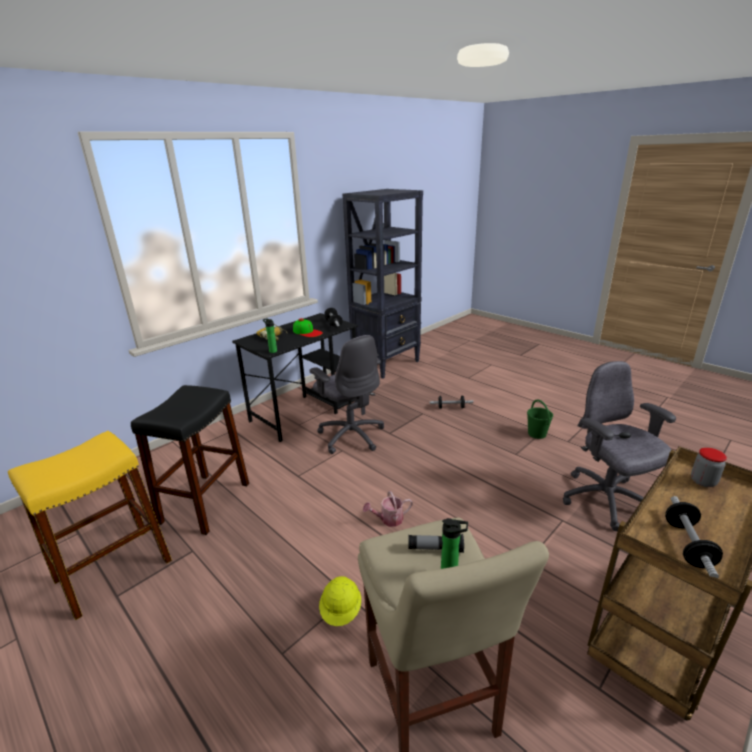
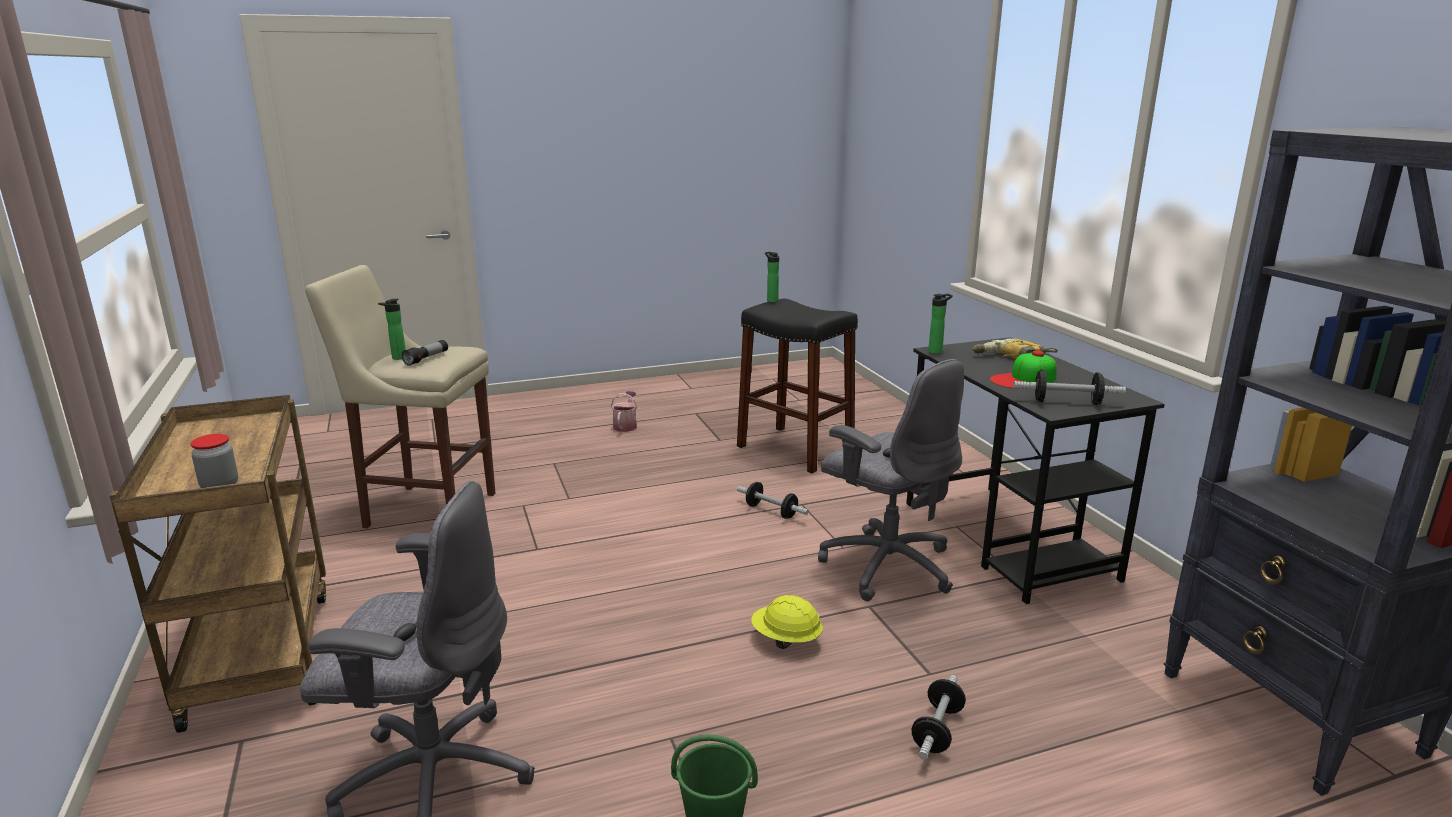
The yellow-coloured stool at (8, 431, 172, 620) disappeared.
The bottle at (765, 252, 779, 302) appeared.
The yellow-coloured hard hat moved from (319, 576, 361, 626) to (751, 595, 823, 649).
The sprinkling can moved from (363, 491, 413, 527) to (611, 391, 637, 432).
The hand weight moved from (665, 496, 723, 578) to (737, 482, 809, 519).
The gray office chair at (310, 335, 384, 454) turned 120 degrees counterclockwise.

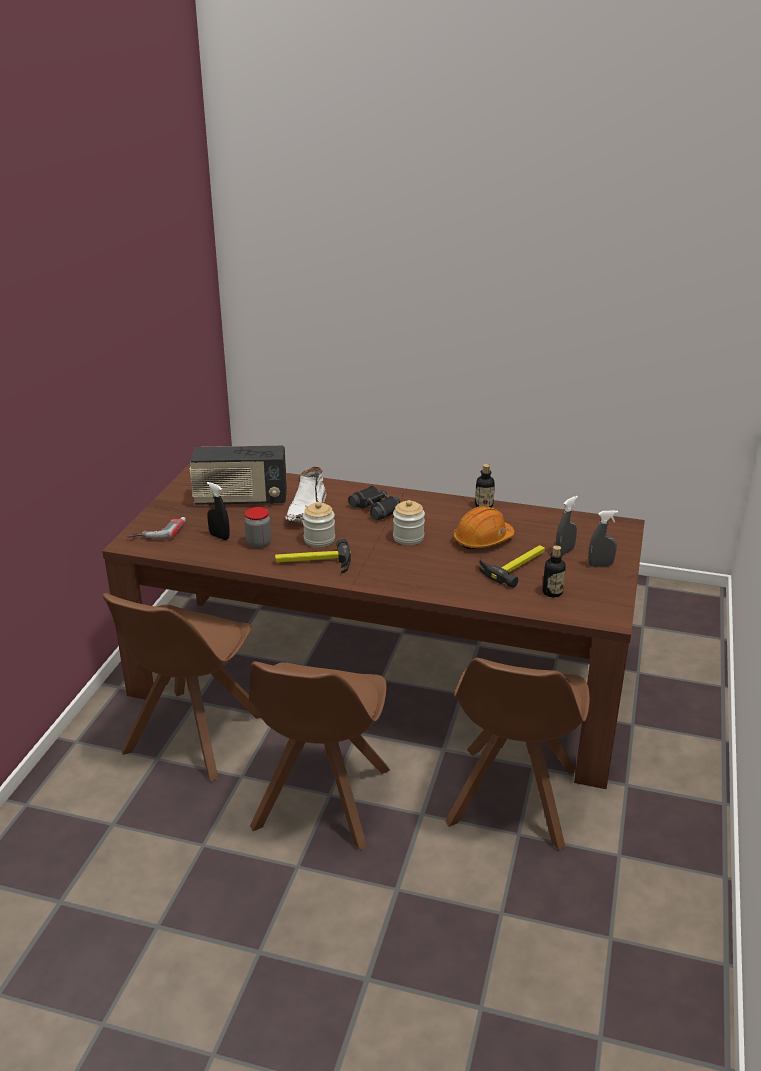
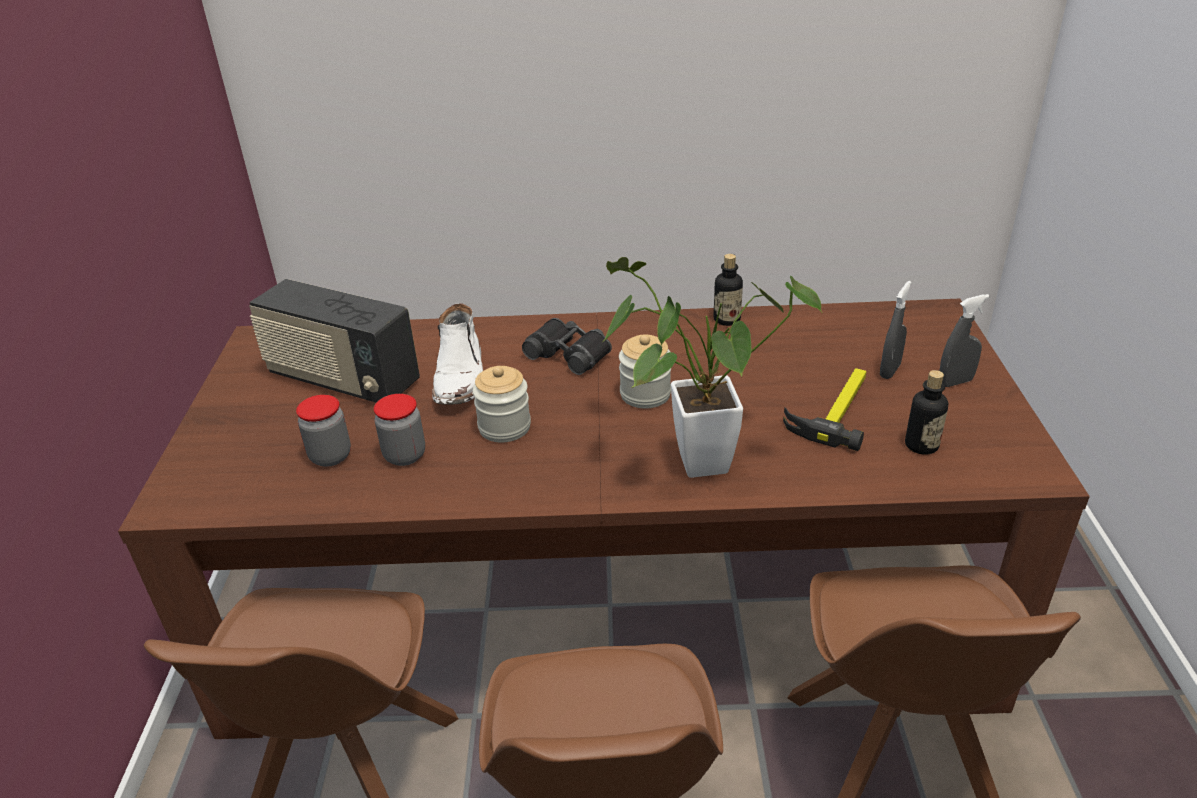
The power drill at (127, 517, 186, 540) disappeared.
The hand hammer at (275, 539, 351, 574) disappeared.
The orange-coloured hard hat at (453, 506, 515, 550) disappeared.
The plant in a pot at (603, 257, 822, 478) appeared.
The black-coloured hand sprayer at (207, 482, 230, 540) was replaced by the storage jar at (296, 395, 351, 467).
The radio at (190, 446, 287, 506) turned 45 degrees clockwise.

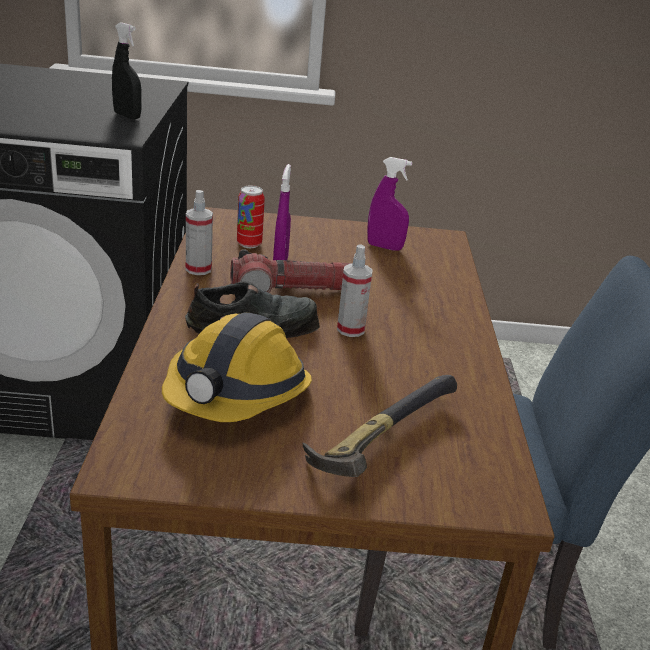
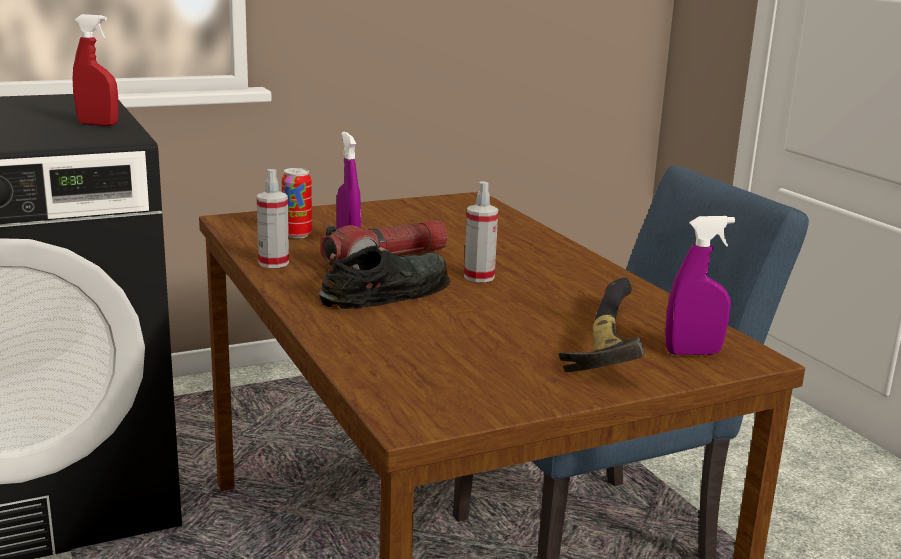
The hard hat at (162, 313, 312, 422) disappeared.
The purple hand sprayer moved from (367, 157, 412, 251) to (665, 216, 735, 355).
The black-coloured hand sprayer at (112, 22, 141, 119) became the reddish hand sprayer at (73, 14, 118, 126).

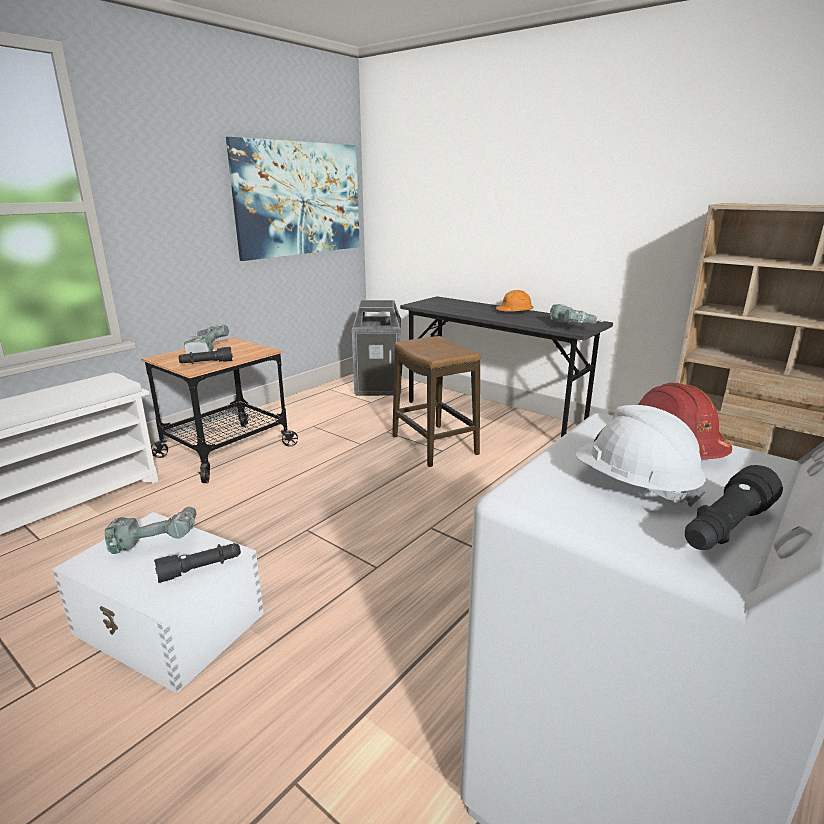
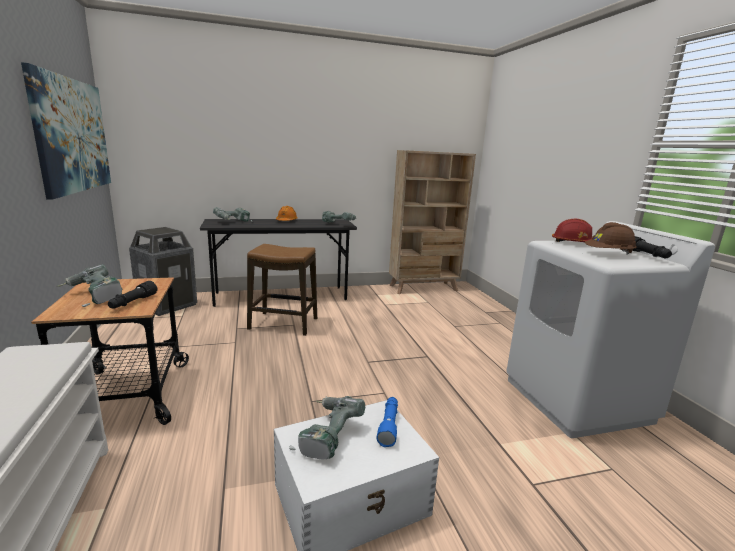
The power drill at (213, 207, 253, 222) appeared.
The black-coloured hand torch at (154, 543, 241, 583) became the bluish hand torch at (376, 397, 398, 447).
The white hard hat at (575, 405, 706, 507) became the brown hard hat at (585, 222, 636, 255).

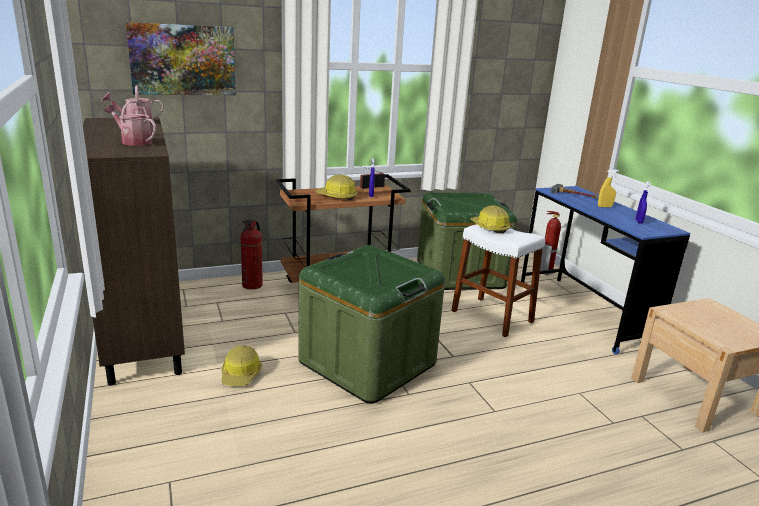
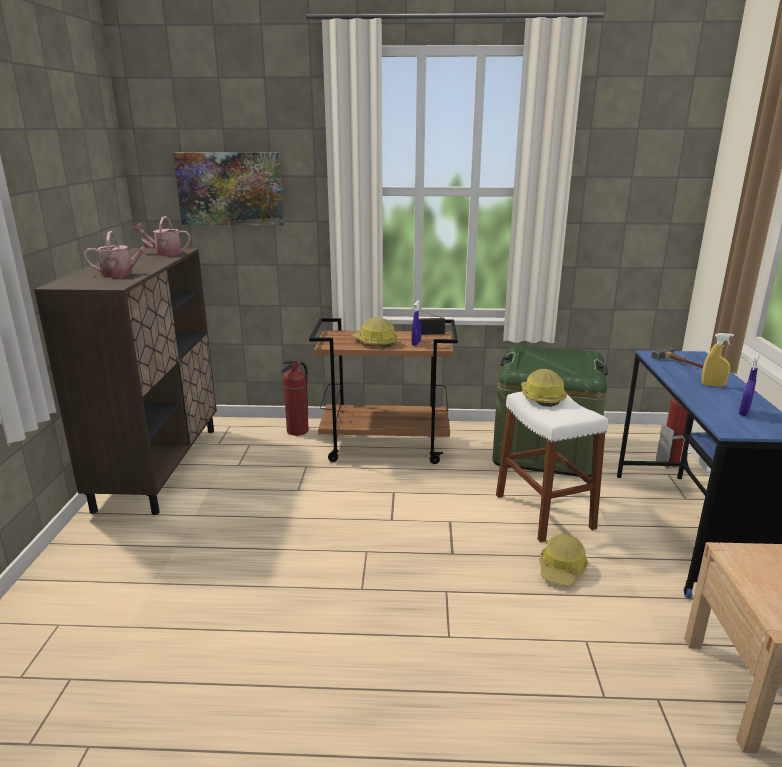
The greenish storage container at (298, 245, 445, 404) disappeared.
The hard hat moved from (221, 345, 262, 386) to (540, 534, 588, 586).
The sprinkling can at (105, 100, 156, 146) turned 120 degrees clockwise.

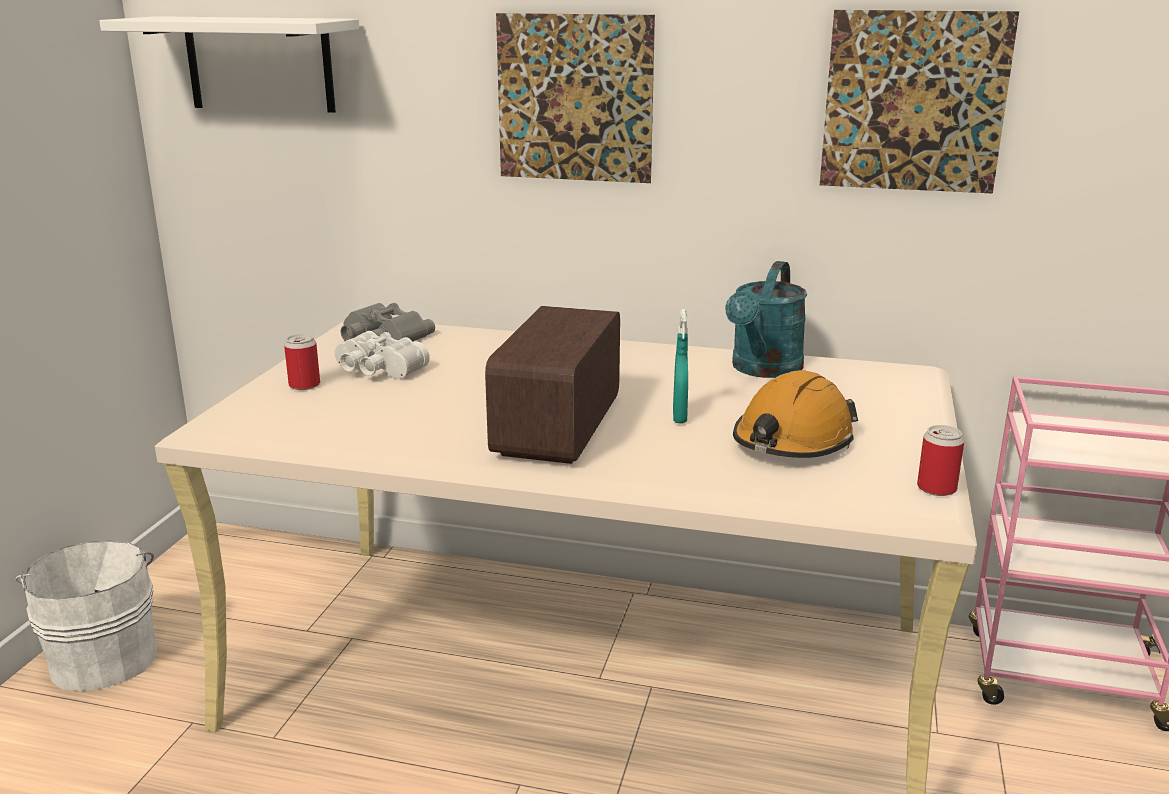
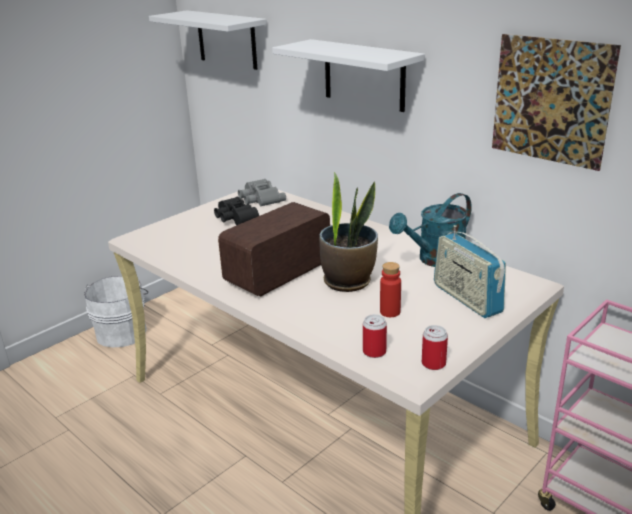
The radio at (434, 225, 506, 318) appeared.
The sealed can moved from (284, 334, 320, 390) to (363, 314, 387, 358).
The wall art at (496, 13, 655, 183) was replaced by the white wall shelf at (272, 39, 425, 112).
The turquoise hand sprayer at (673, 309, 688, 423) was replaced by the plant in a pot at (319, 172, 378, 292).
The orange-coloured hard hat at (733, 370, 858, 458) was replaced by the reddish bottle at (380, 262, 401, 317).
The white field glasses at (335, 331, 430, 379) became the black-coloured field glasses at (214, 197, 259, 225).

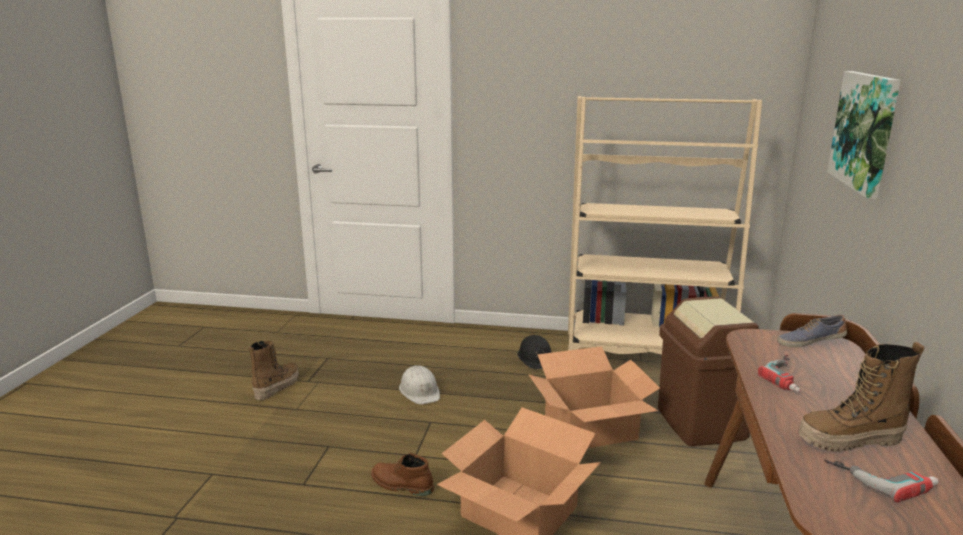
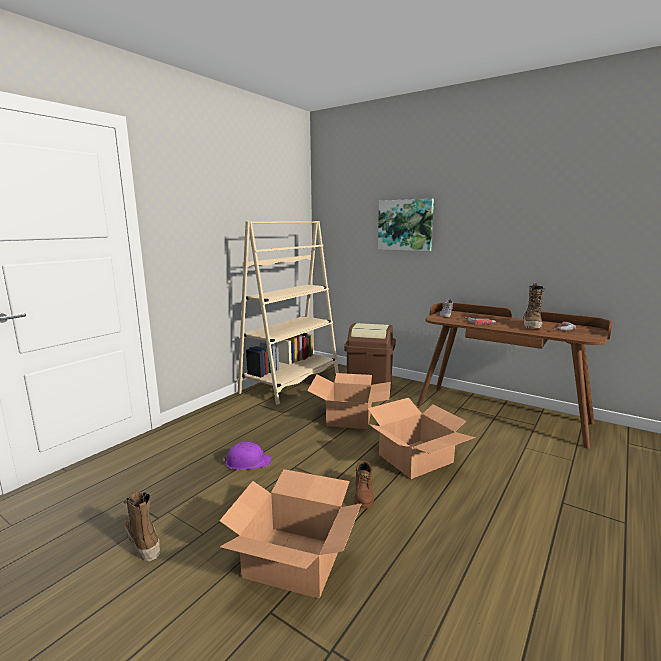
The black-coloured hard hat at (517, 335, 551, 369) disappeared.
The packing box at (220, 469, 362, 599) appeared.
The white hard hat at (399, 366, 440, 405) became the purple hard hat at (222, 442, 271, 470).
The brown tall boot at (371, 453, 434, 496) turned 45 degrees counterclockwise.

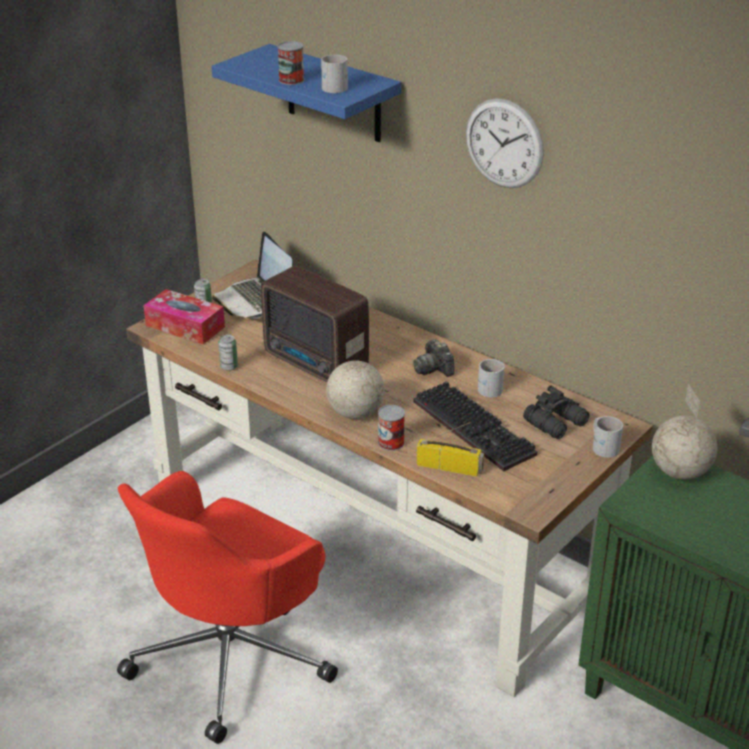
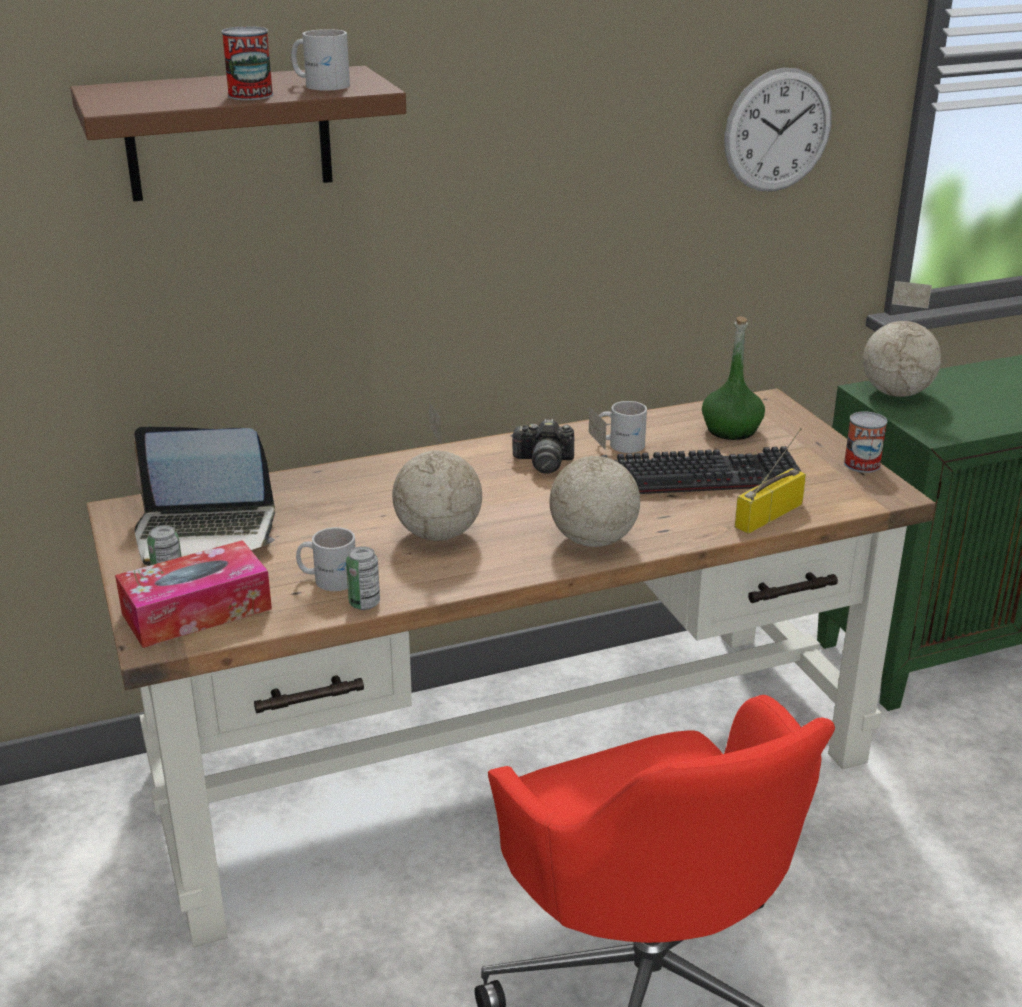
The sealed can moved from (378, 405, 405, 451) to (844, 412, 887, 473).
The wall clock moved from (466, 98, 544, 188) to (724, 68, 831, 192).
The white mug moved from (593, 416, 623, 458) to (296, 527, 355, 591).
The radio at (261, 266, 369, 382) was replaced by the world globe at (392, 402, 482, 541).
The black-coloured field glasses at (523, 385, 589, 439) was replaced by the greenish bottle at (702, 316, 765, 440).
The bluish wall shelf at (211, 44, 401, 142) became the brown wall shelf at (70, 66, 406, 202).

